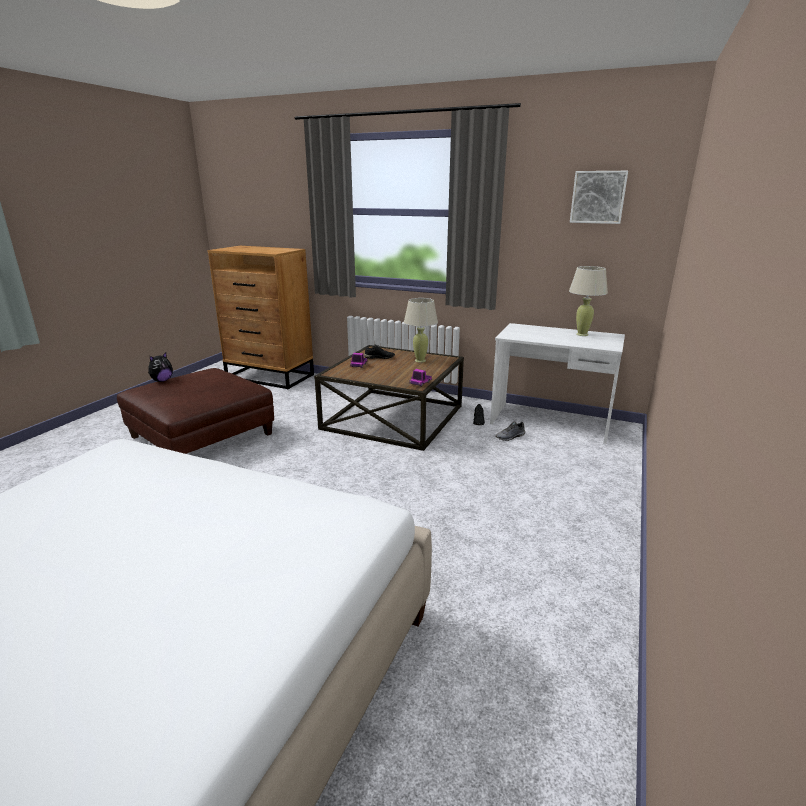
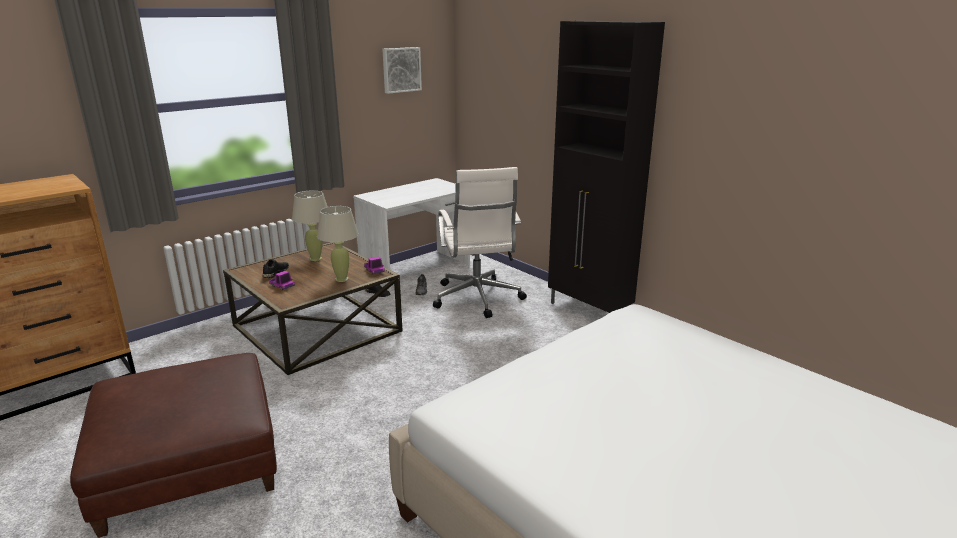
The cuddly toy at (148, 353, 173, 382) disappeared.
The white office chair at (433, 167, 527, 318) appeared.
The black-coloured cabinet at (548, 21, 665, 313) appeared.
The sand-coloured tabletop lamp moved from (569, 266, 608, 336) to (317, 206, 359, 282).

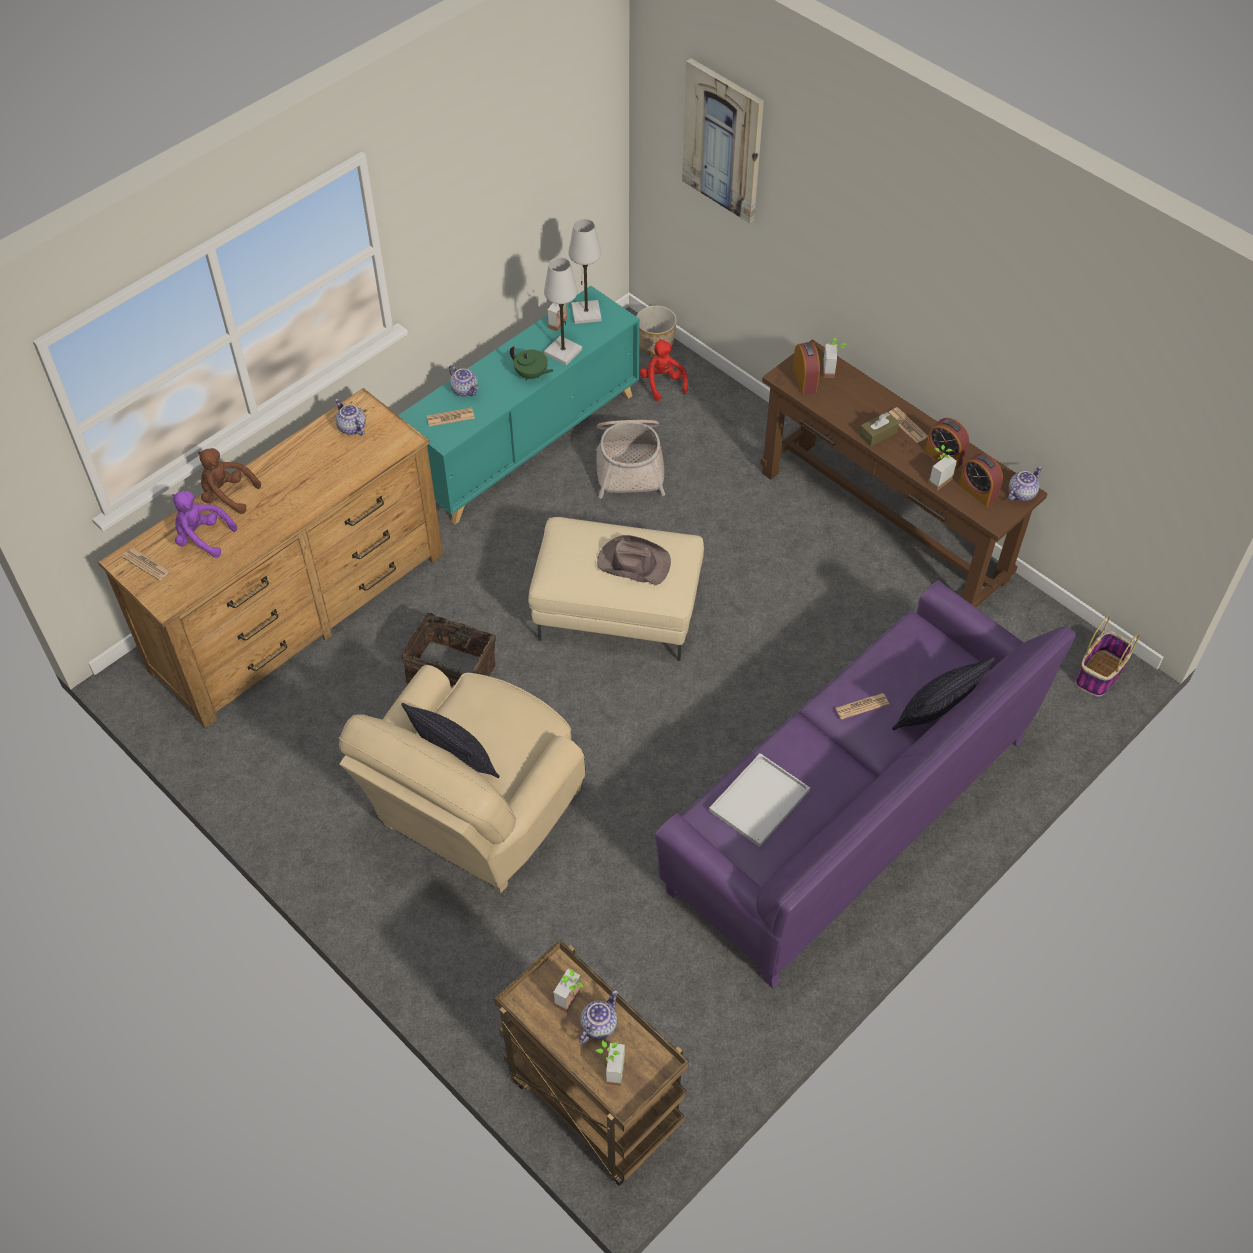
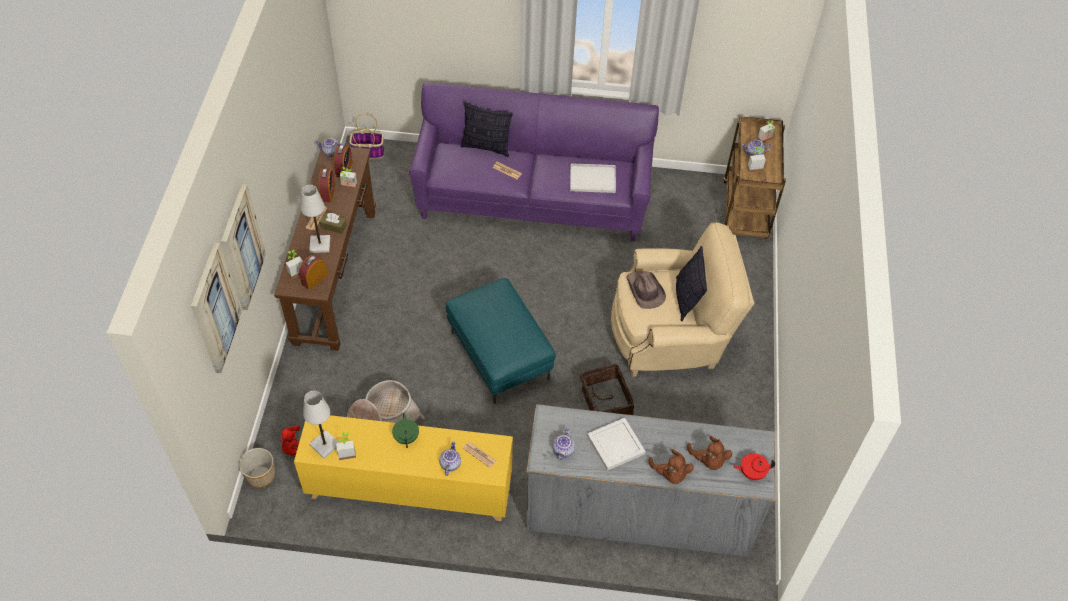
The wall art at (221, 184, 266, 310) appeared.
The white tray at (587, 418, 646, 471) appeared.
The white tabletop lamp moved from (544, 257, 582, 365) to (300, 185, 330, 253).
The brown wearable hat moved from (597, 535, 671, 585) to (626, 271, 666, 309).
The newspaper at (122, 548, 171, 581) was replaced by the reddish pot for tea at (733, 453, 775, 480).
The brown chest of drawers at (98, 388, 443, 728) became the gray chest of drawers at (526, 404, 775, 557).
The purple cuddly toy at (172, 491, 237, 558) became the brown cuddly toy at (687, 436, 732, 470).
The turquoise cabinet at (398, 286, 640, 524) became the yellow-coloured cabinet at (294, 415, 513, 521).
The sand-coloured ottoman at (528, 517, 704, 661) became the turquoise ottoman at (446, 278, 556, 404).

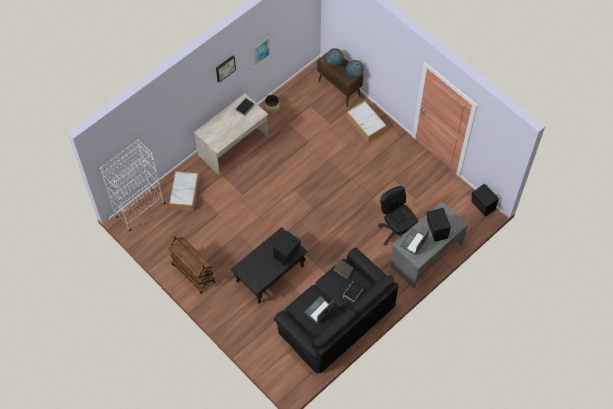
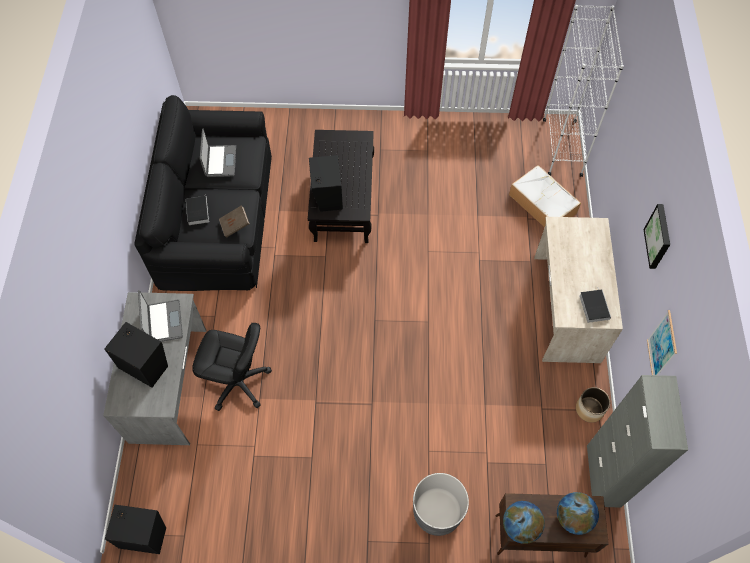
The brown trolley at (168, 236, 215, 294) disappeared.
The gray cabinet at (587, 375, 688, 508) appeared.
The storage container at (347, 101, 386, 142) was replaced by the gray flower pot at (413, 473, 469, 536).

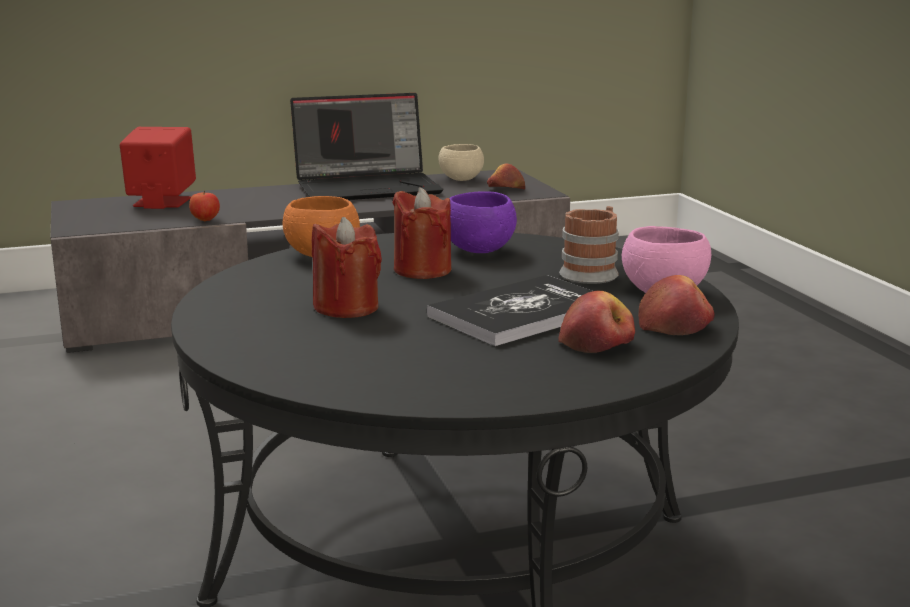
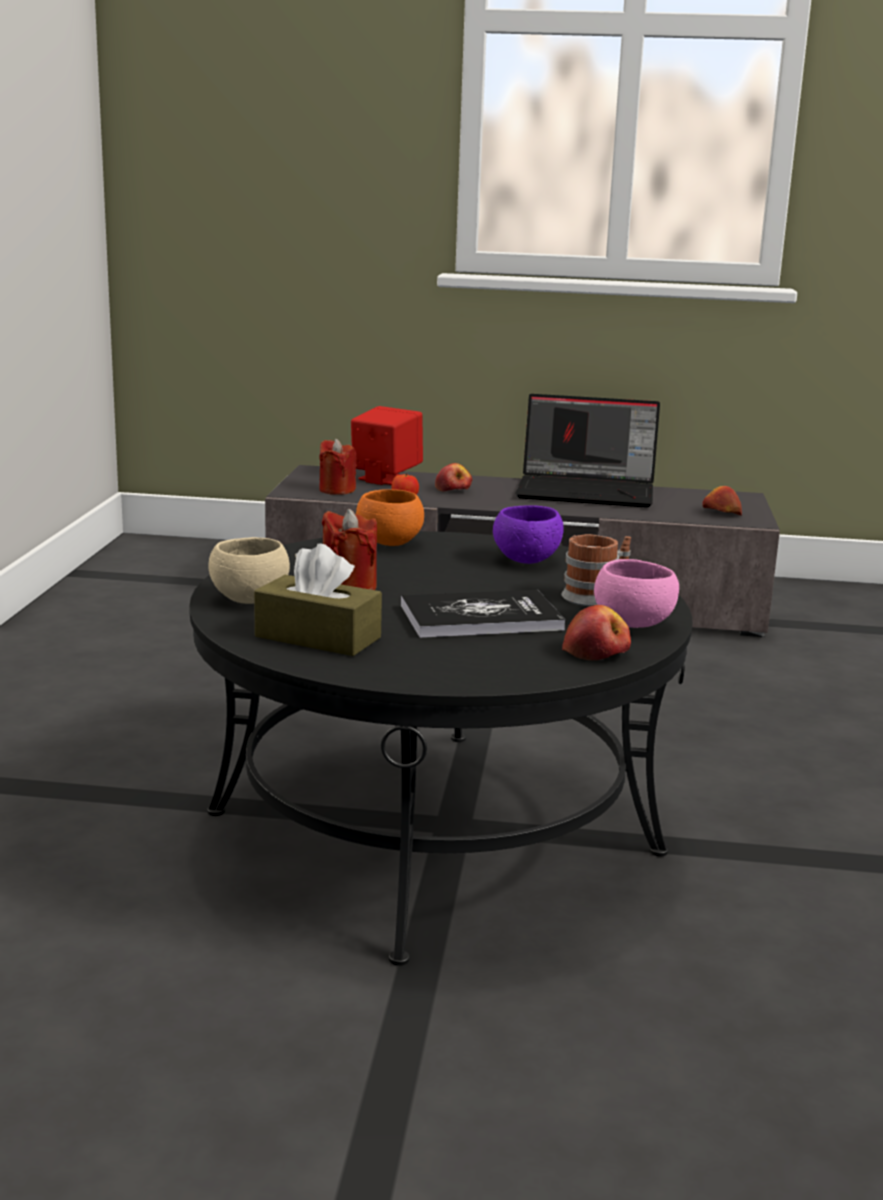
The brown tissue box at (254, 543, 382, 656) appeared.
The reddish wax candle moved from (392, 187, 451, 279) to (319, 439, 357, 495).
The sand-coloured bowl moved from (438, 144, 484, 181) to (209, 537, 290, 604).
The apple moved from (558, 291, 635, 353) to (435, 463, 472, 491).

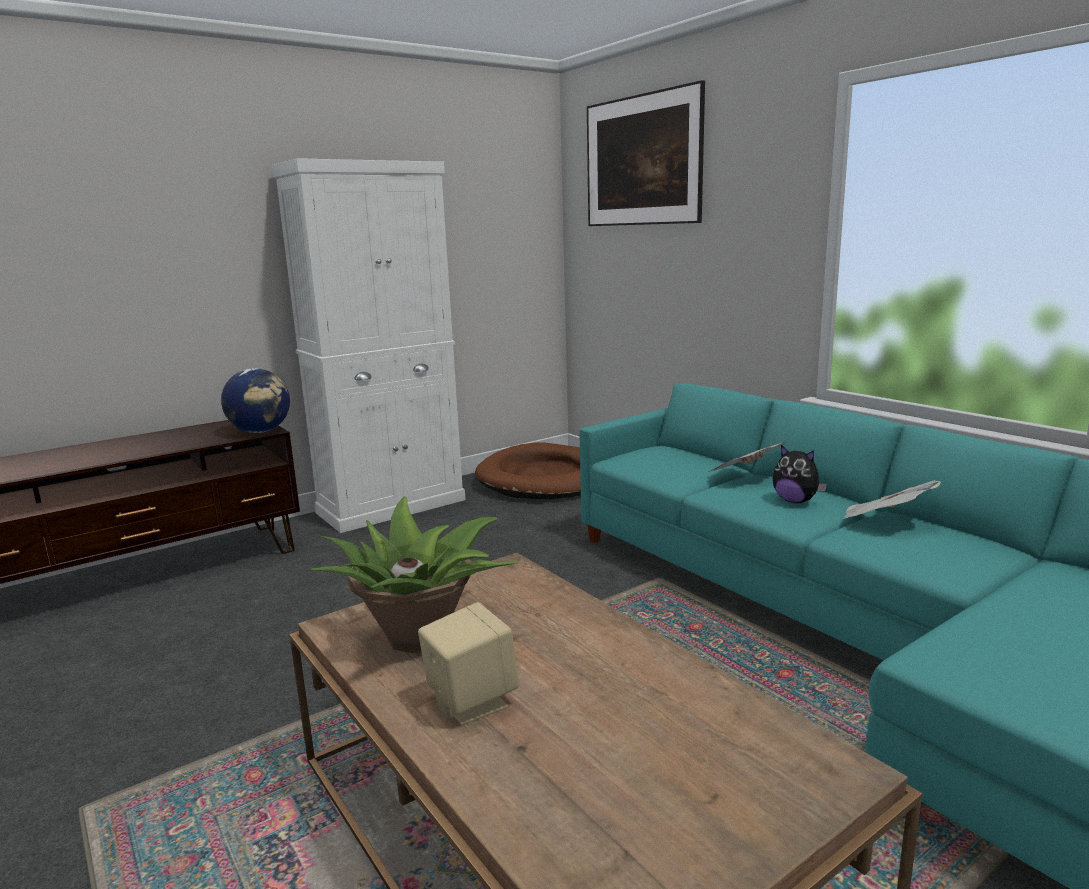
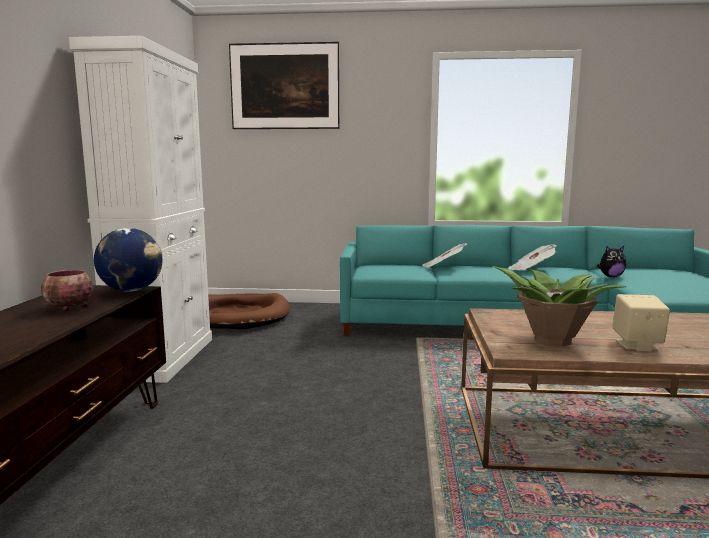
The bowl at (41, 270, 93, 311) appeared.
The cuddly toy moved from (773, 445, 827, 503) to (597, 246, 626, 277).

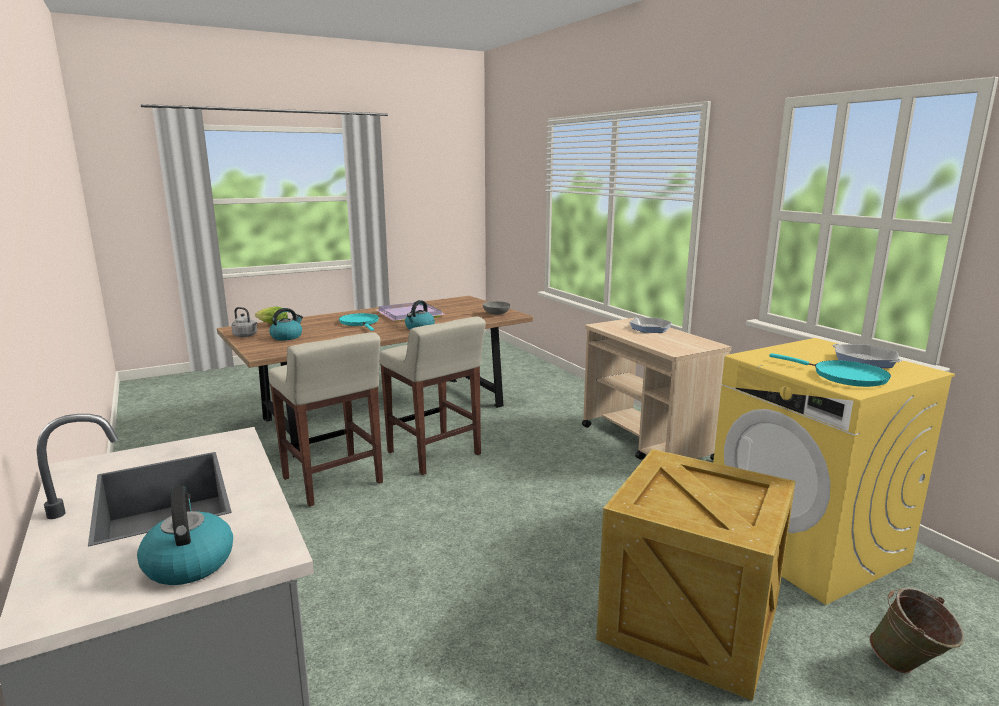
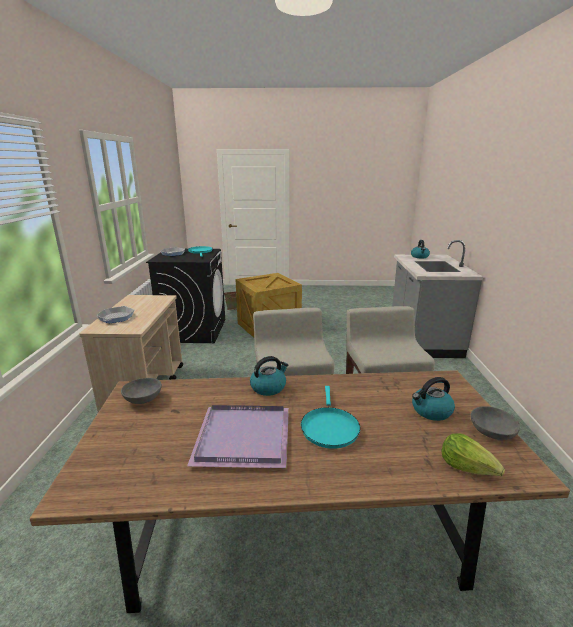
The gray water kettle at (231, 307, 257, 337) was replaced by the gray bowl at (471, 406, 520, 440).
The yellow-coloured washing machine at (713, 338, 955, 605) became the black-coloured washing machine at (146, 249, 225, 343).

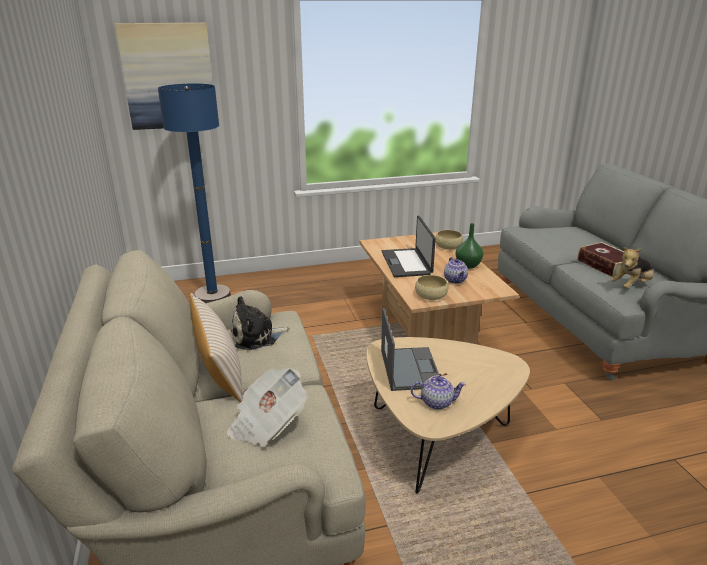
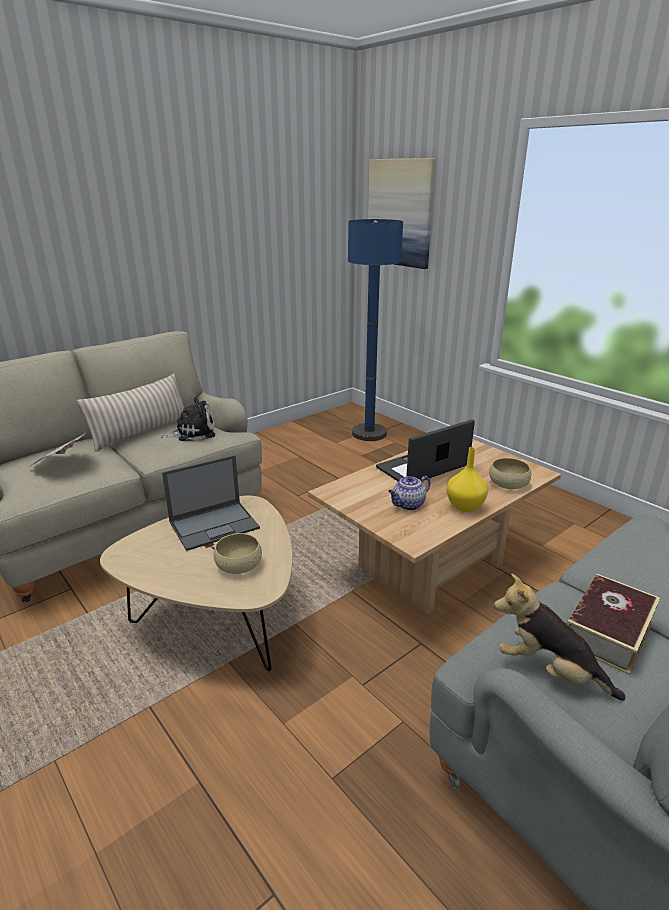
The pot for tea at (411, 376, 466, 410) disappeared.
The sand-coloured bowl moved from (415, 275, 448, 300) to (214, 533, 262, 574).
The greenish flower vase at (455, 223, 483, 268) became the yellow-coloured flower vase at (447, 447, 488, 512).
The cuddly toy at (231, 296, 290, 350) turned 120 degrees clockwise.

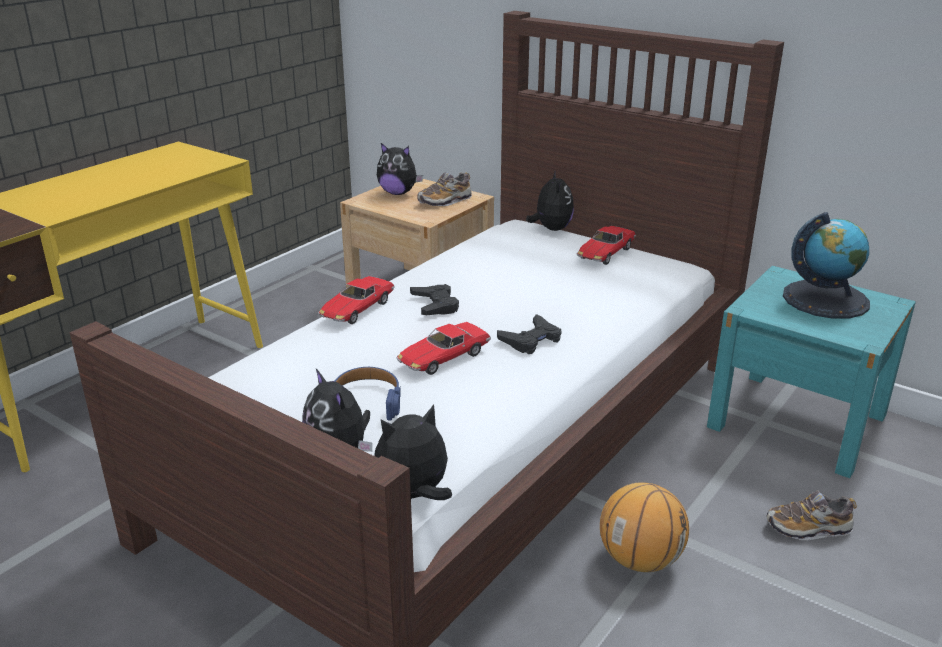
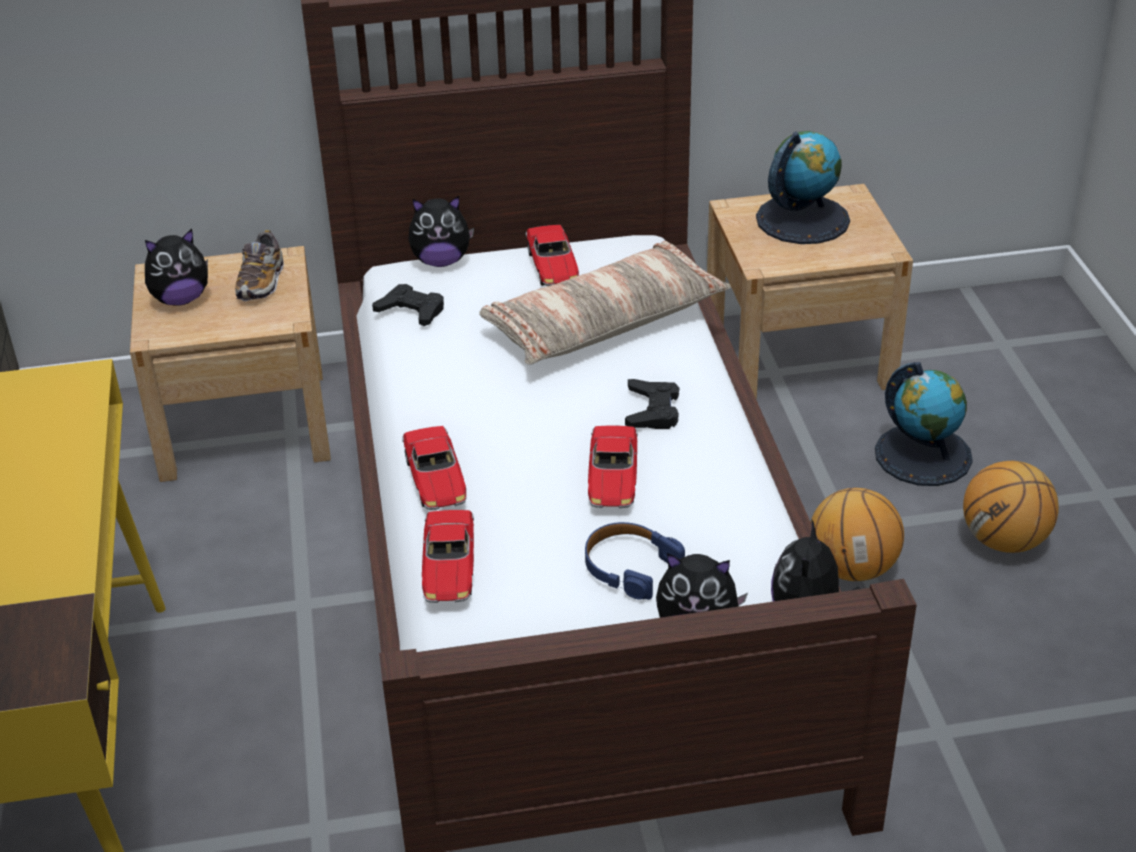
The toy car at (422, 510, 474, 603) appeared.
The cushion at (479, 241, 731, 365) appeared.
The basketball ball at (963, 460, 1059, 553) appeared.
The black-coloured joypad moved from (410, 284, 459, 315) to (372, 284, 444, 326).
The low shoe at (766, 490, 857, 540) was replaced by the world globe at (875, 362, 973, 486).
The turquoise bedside table at (707, 266, 916, 478) became the sand-coloured bedside table at (707, 184, 913, 400).
The cuddly toy at (526, 170, 574, 231) turned 135 degrees clockwise.

